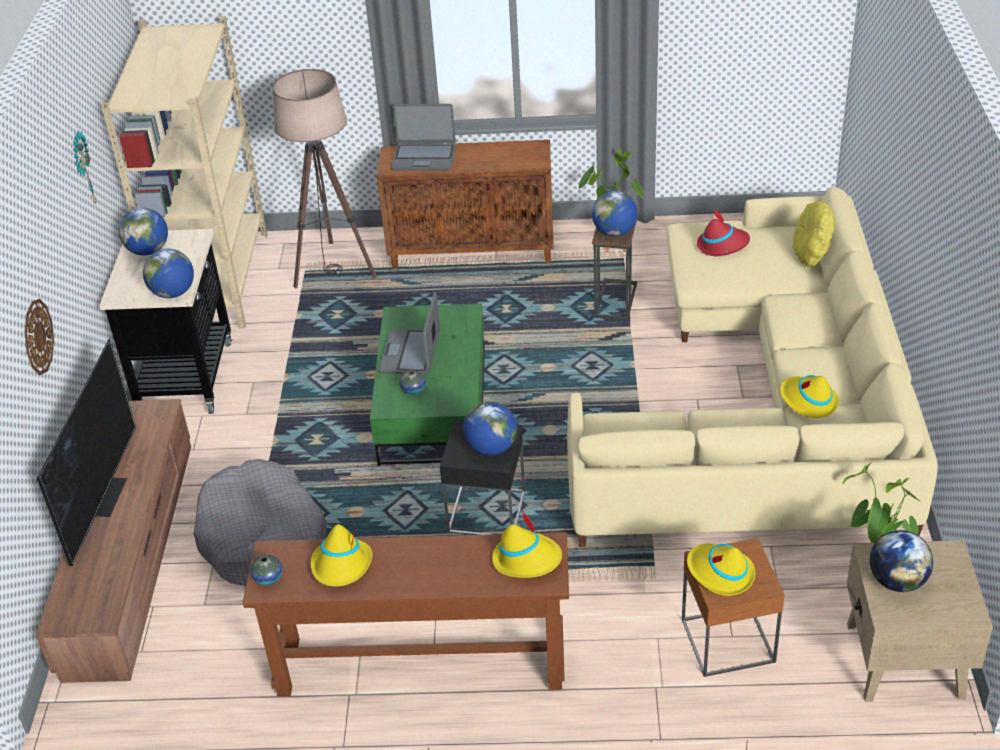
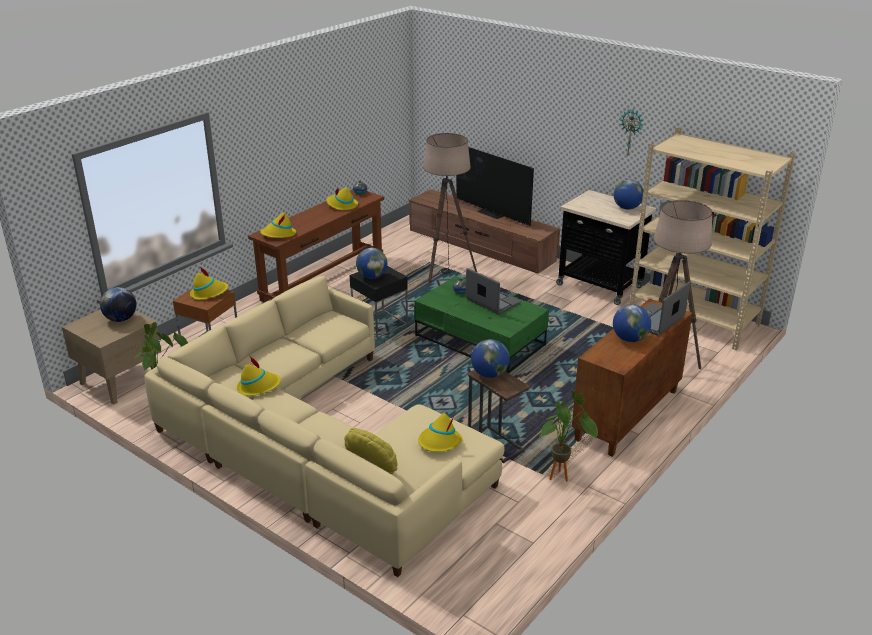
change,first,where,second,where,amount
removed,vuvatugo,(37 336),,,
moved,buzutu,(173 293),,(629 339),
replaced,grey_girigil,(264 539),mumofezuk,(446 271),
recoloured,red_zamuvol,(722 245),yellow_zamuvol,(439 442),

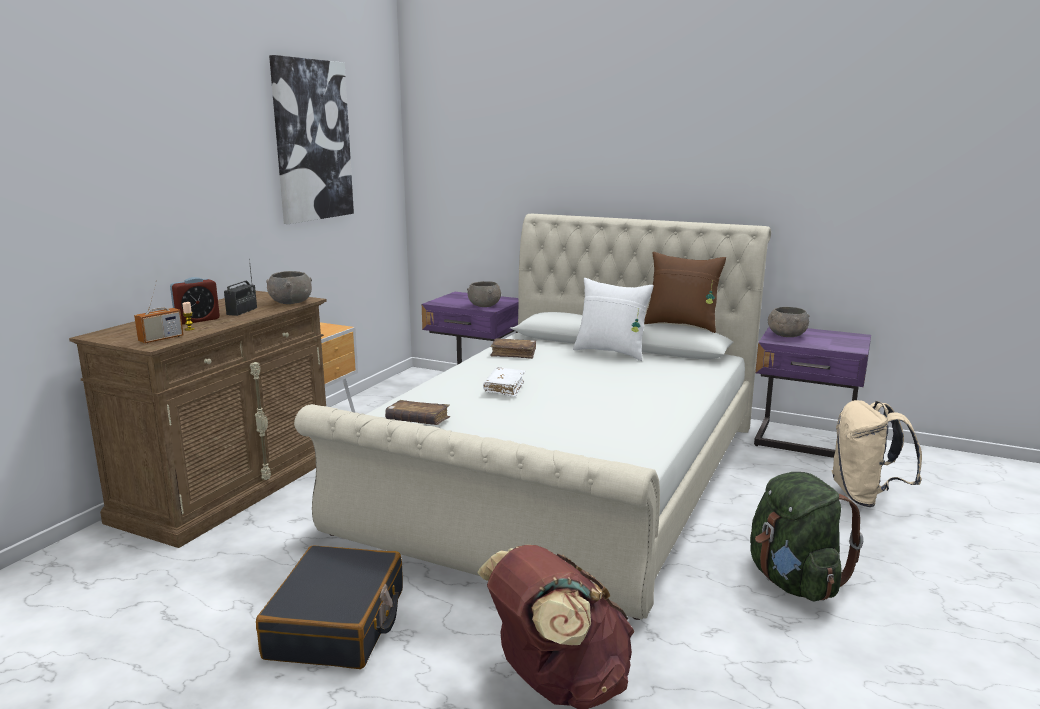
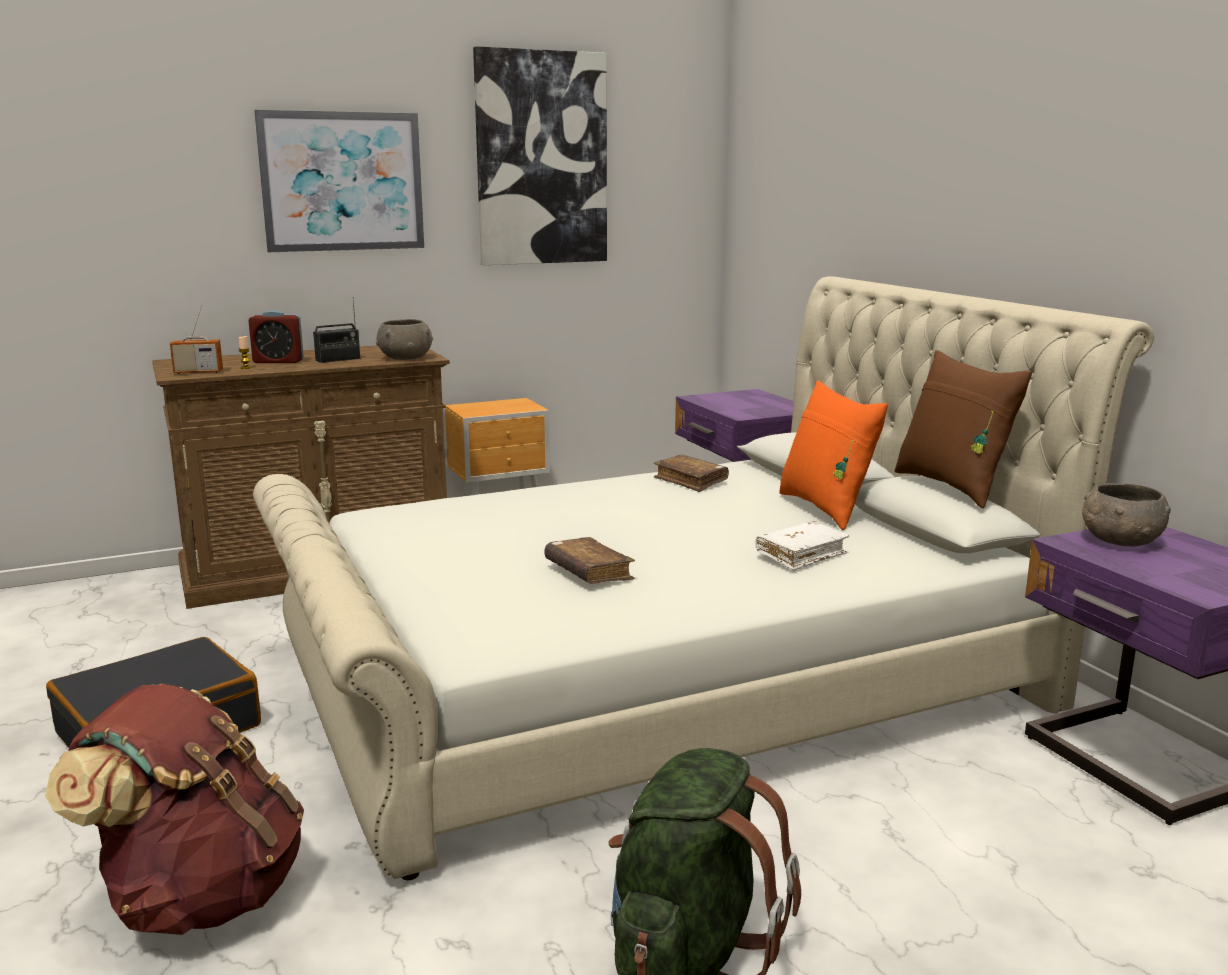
change,first,where,second,where,amount
moved,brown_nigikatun,(417 421),,(588 572),
removed,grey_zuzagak,(484 305),,,
moved,white_nigikatun,(504 388),,(801 555),
recoloured,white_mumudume,(610 353),orange_mumudume,(826 509),
removed,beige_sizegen,(865 497),,,
added,,,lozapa,(342 182),

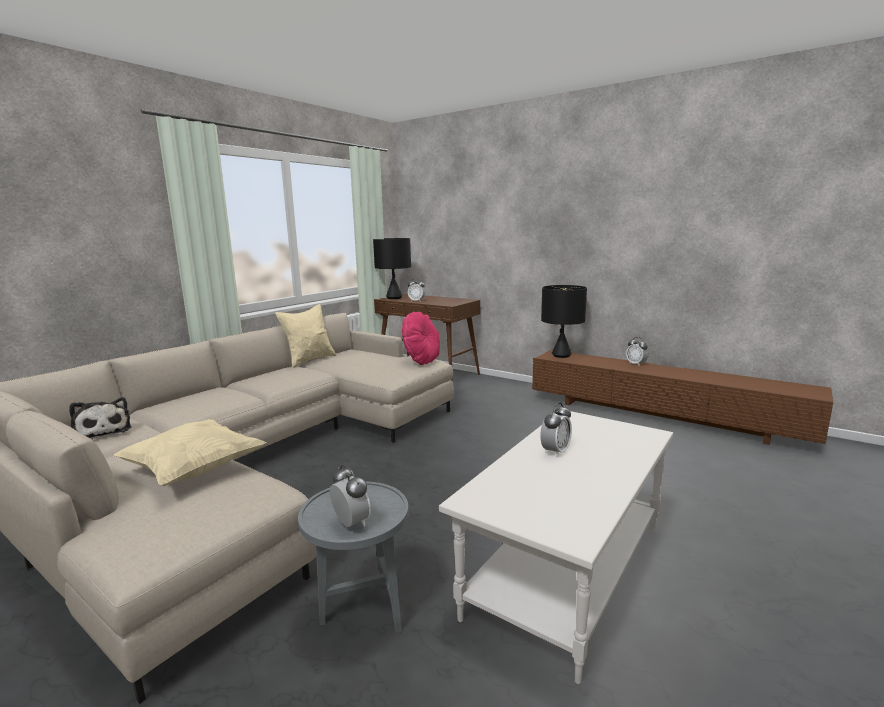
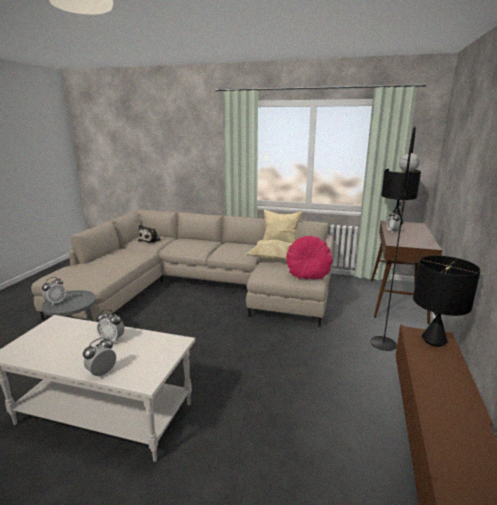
change,first,where,second,where,amount
moved,beige_mumudume,(194 470),,(271 258),
moved,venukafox,(636 364),,(102 373),
added,,,black_mumofezuk,(383 343),

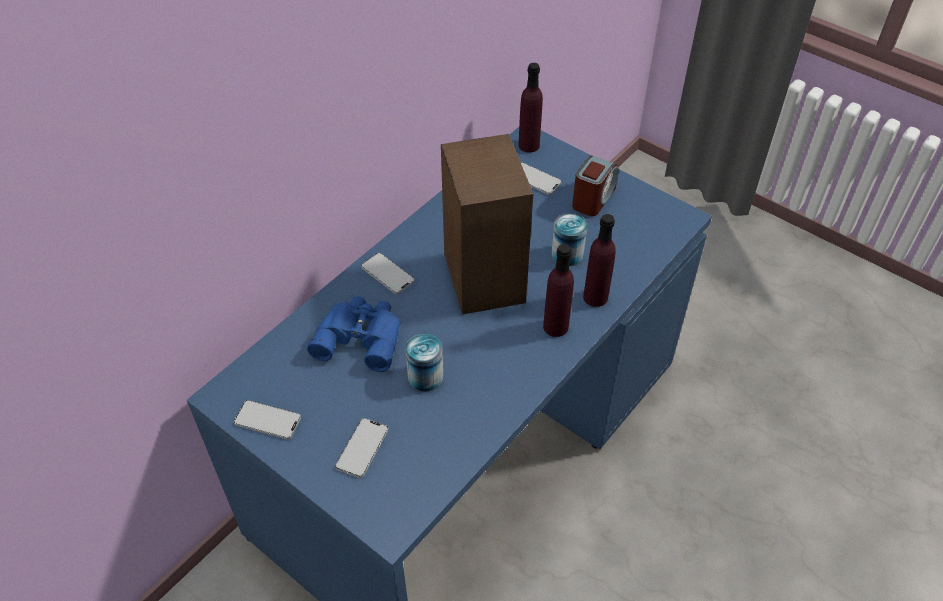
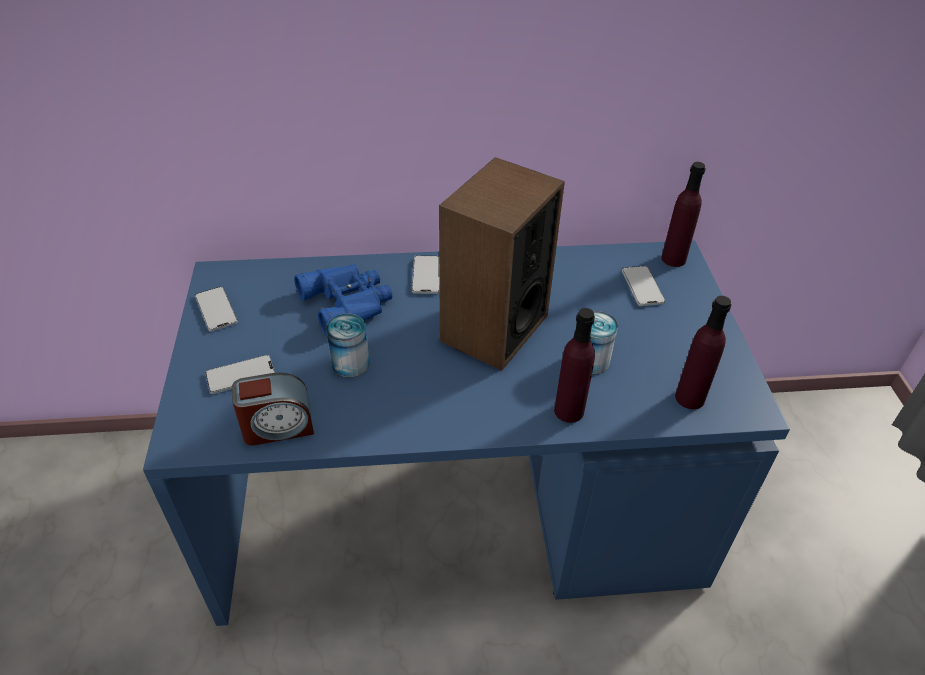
change,first,where,second,where,amount
moved,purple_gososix,(555 326),,(690 398),
moved,venukafox,(593 198),,(278 427),

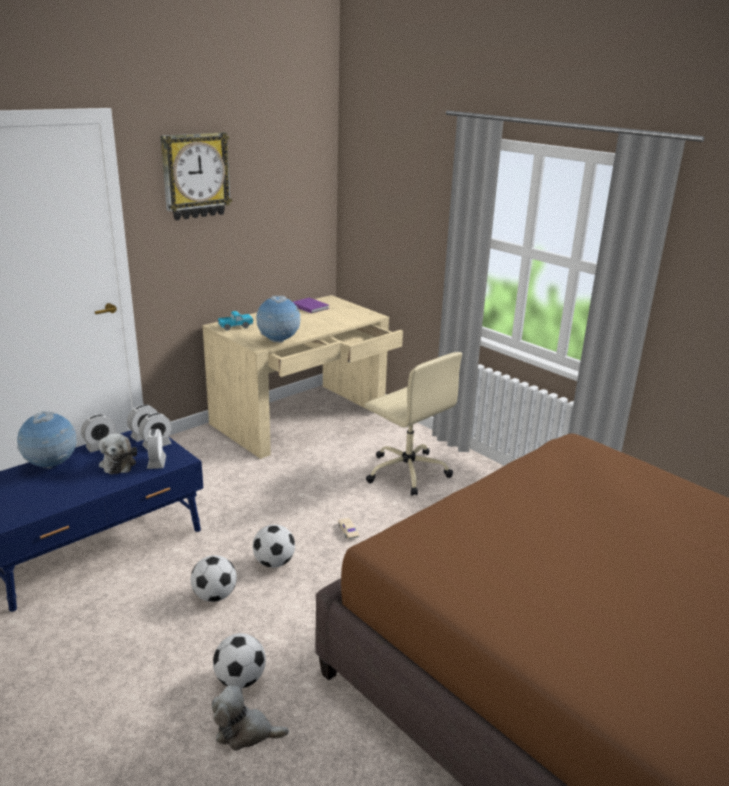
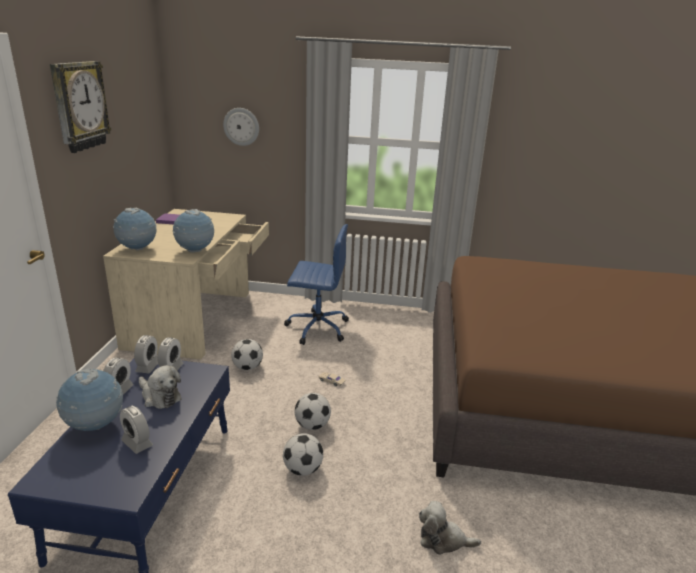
change,first,where,second,where,amount
moved,venukafox,(156 462),,(137 443),
turned,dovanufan,(245 732),,(443 540),45 degrees clockwise
moved,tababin,(240 680),,(247 367),
replaced,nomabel,(236 327),buzutu,(138 249),
recoloured,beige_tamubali,(406 471),blue_tamubali,(316 328),
added,,,vuvatugo,(241 126),

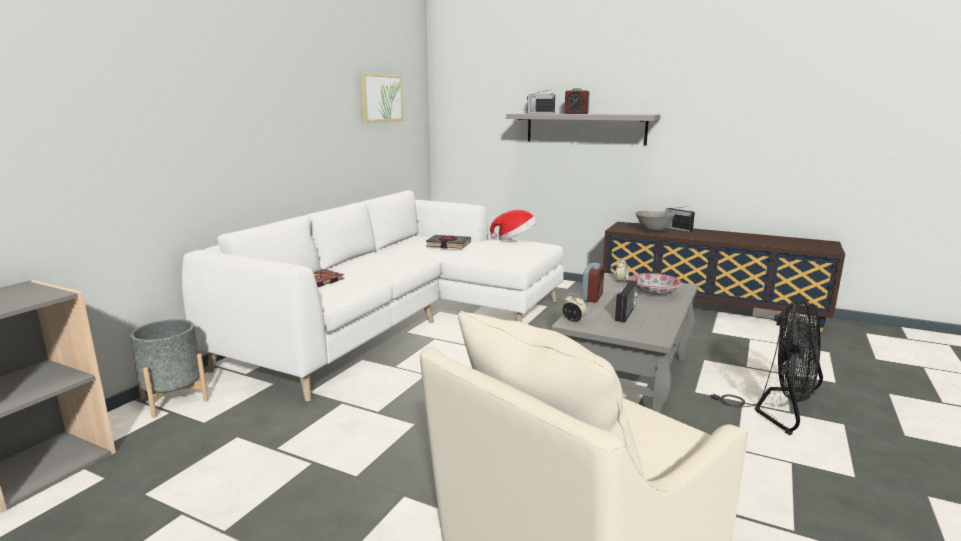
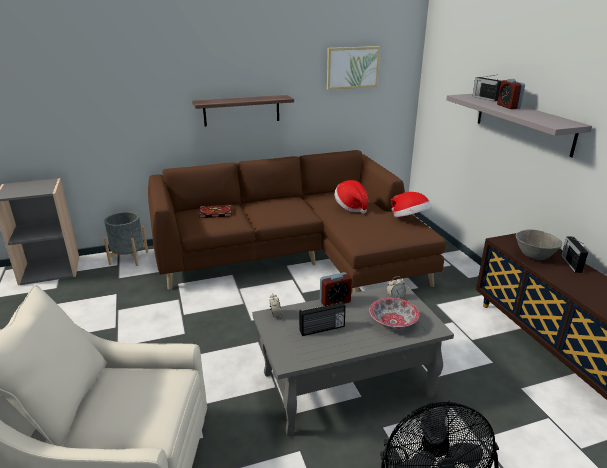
change,first,where,second,where,amount
recoloured,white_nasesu,(400 321),brown_nasesu,(297 255),
replaced,black_nigikatun,(448 245),zamuvol,(351 207),
added,,,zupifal,(241 110),

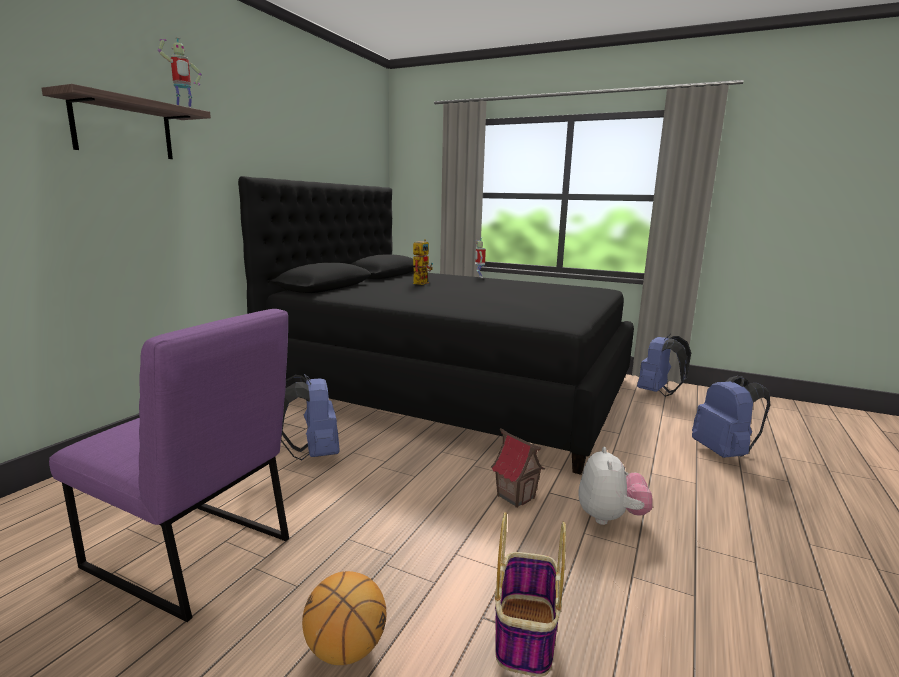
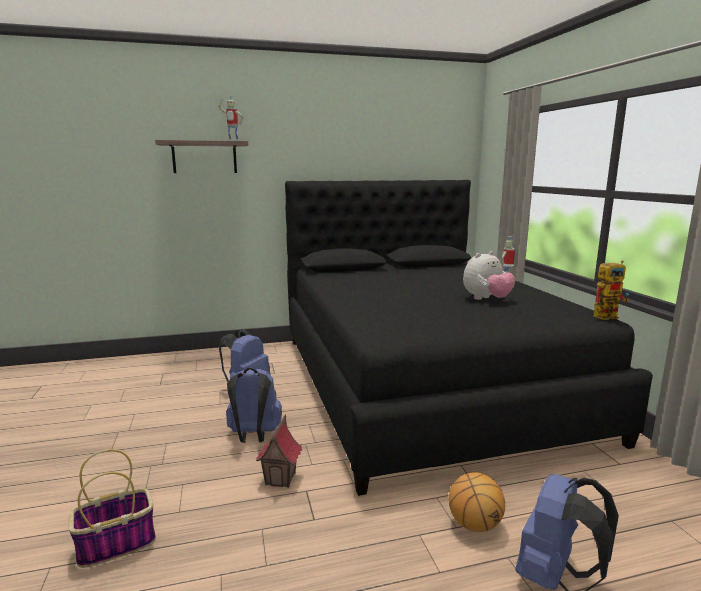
change,first,where,second,where,amount
removed,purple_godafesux,(192 555),,,
moved,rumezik,(346 650),,(474 525),
moved,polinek,(421 282),,(608 316),
moved,dovanufan,(610 517),,(486 299),
moved,blue_sizegen,(657 392),,(254 436),

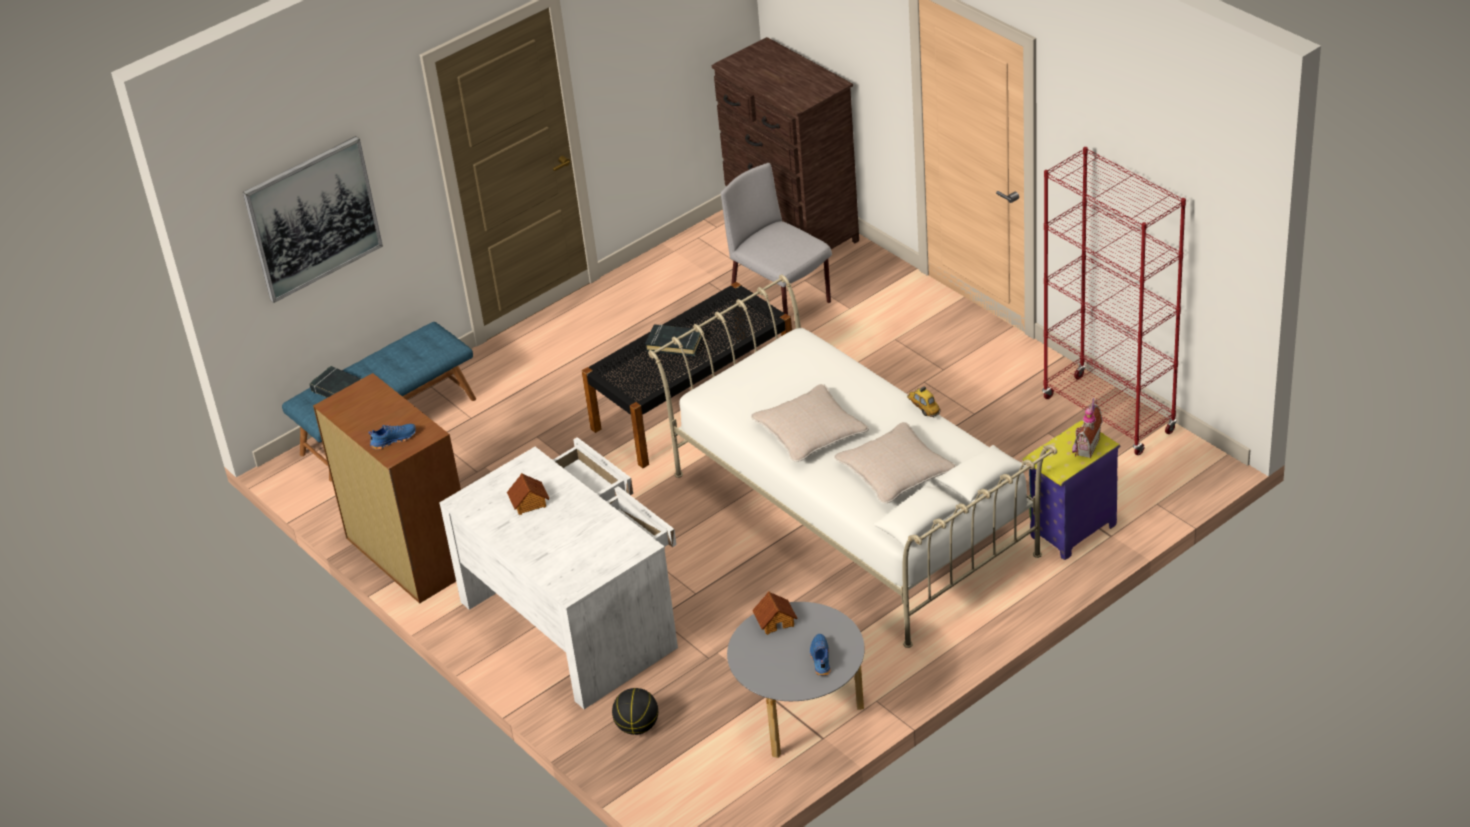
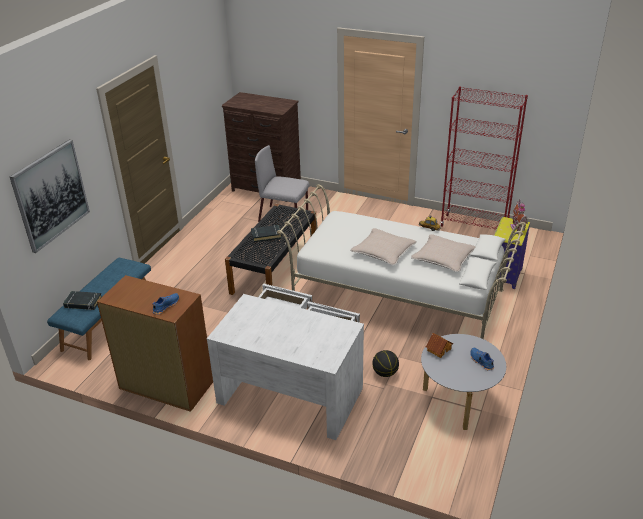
change,first,where,second,where,amount
removed,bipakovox,(529 503),,,
moved,rumezik,(637 727),,(385 373),

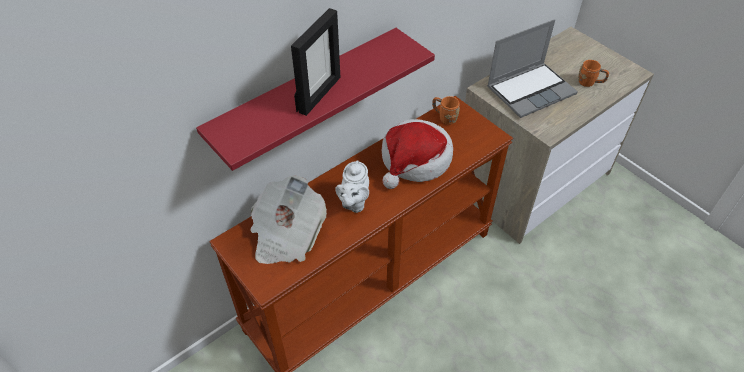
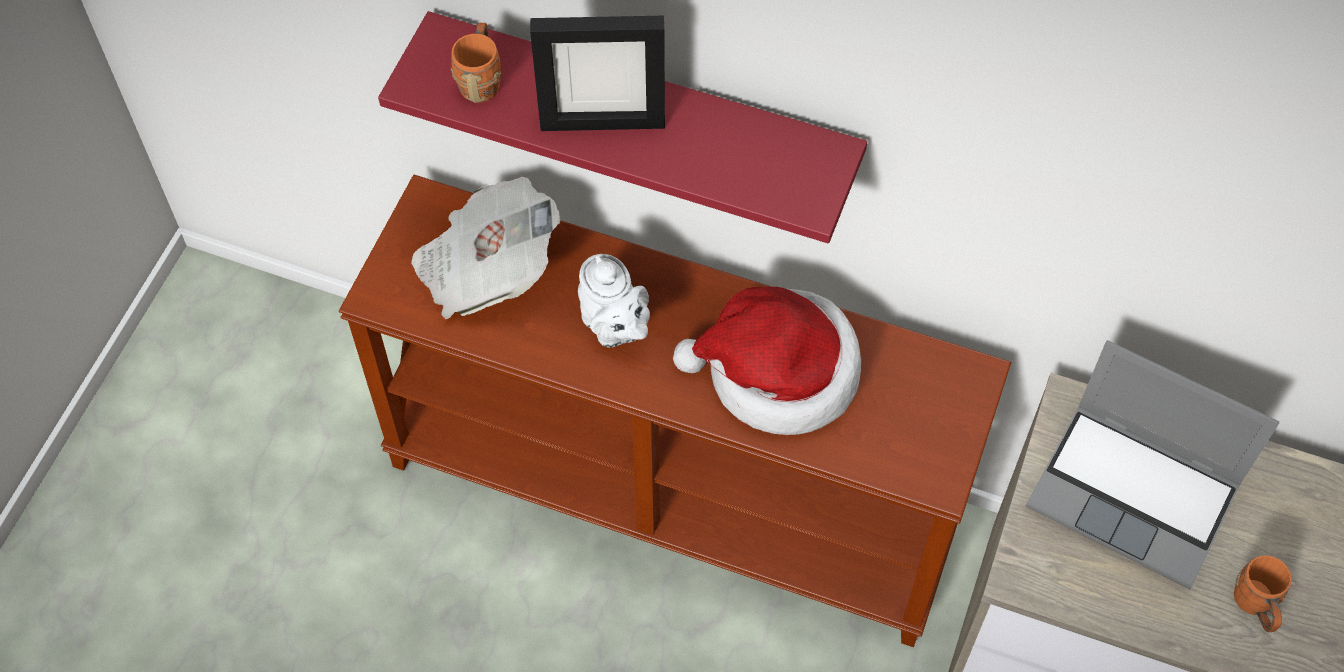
change,first,where,second,where,amount
turned,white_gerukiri,(354 202),,(614 328),105 degrees counterclockwise
moved,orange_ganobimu,(444 117),,(481 79),

